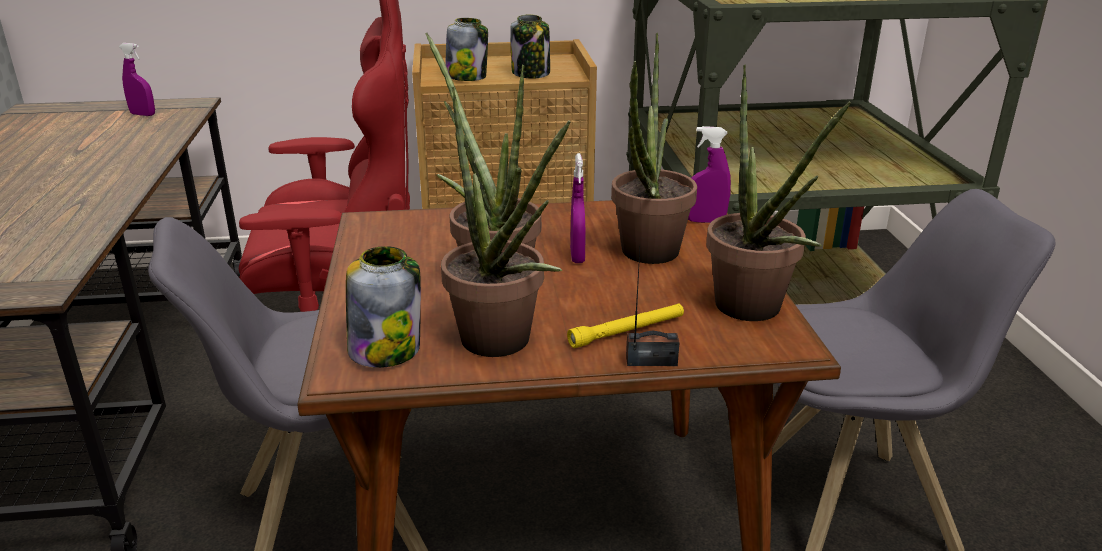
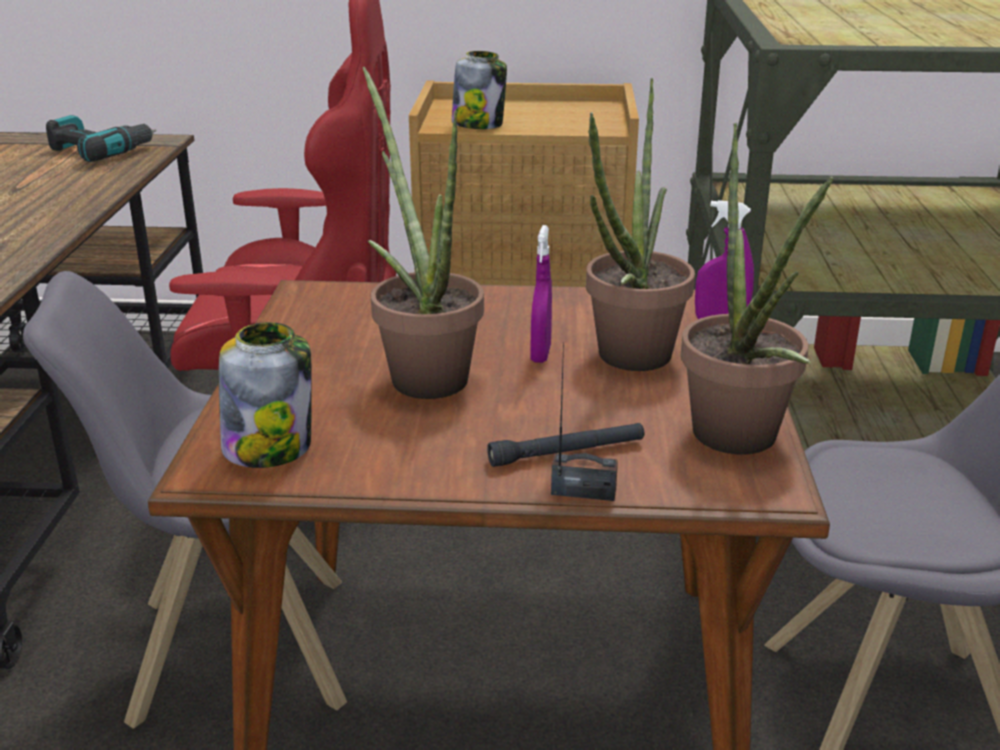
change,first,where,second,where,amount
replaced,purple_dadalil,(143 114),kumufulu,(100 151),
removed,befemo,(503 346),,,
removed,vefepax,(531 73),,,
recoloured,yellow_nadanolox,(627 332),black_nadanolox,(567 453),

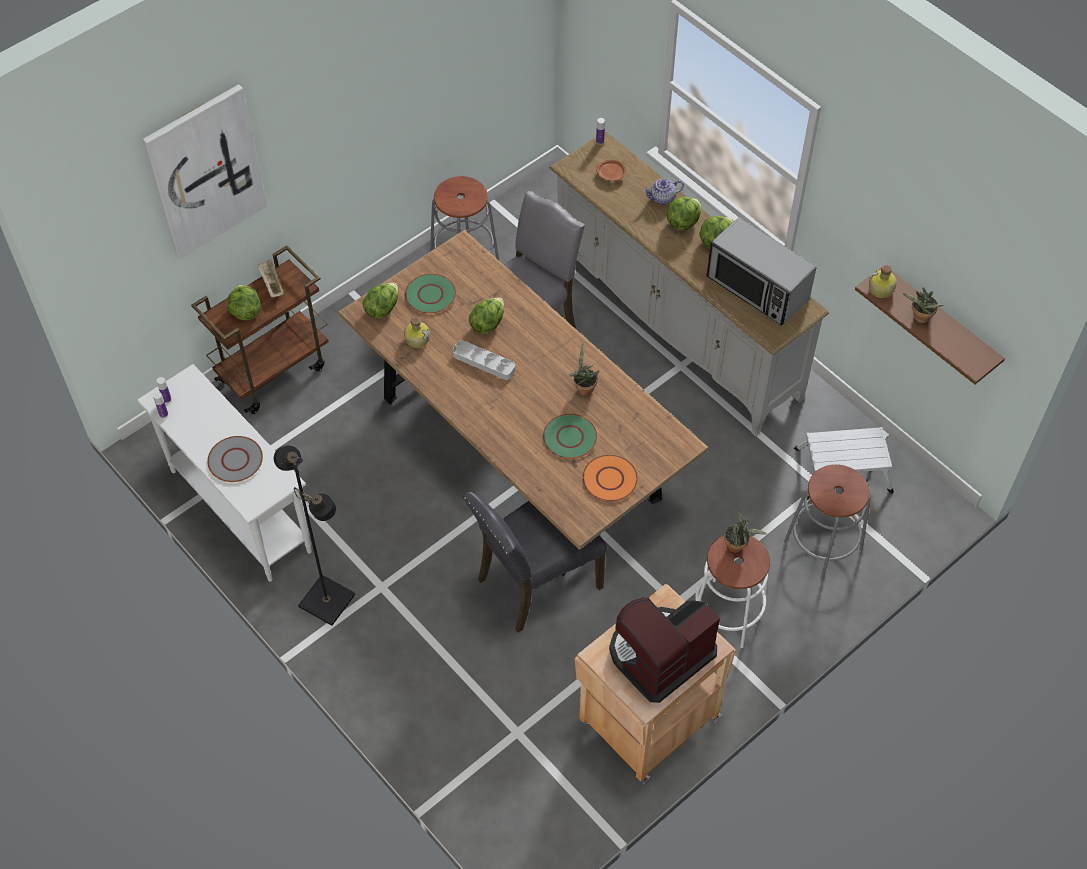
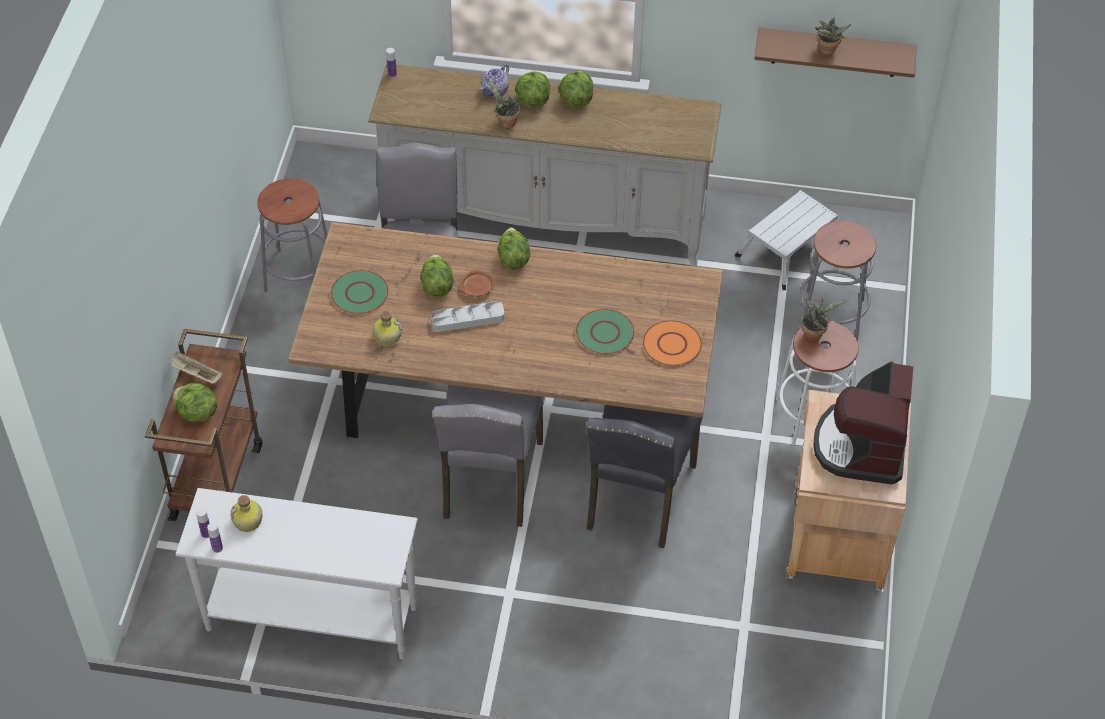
change,first,where,second,where,amount
removed,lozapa,(205 171),,,
removed,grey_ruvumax,(236 460),,,
removed,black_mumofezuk,(327 601),,,
moved,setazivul,(382 308),,(513 259),
moved,befemo,(583 388),,(505 122),
moved,brown_ruvumax,(611 174),,(477 287),
removed,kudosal,(757 289),,,
moved,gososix,(881 290),,(248 522),
added,,,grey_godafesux,(489 481),

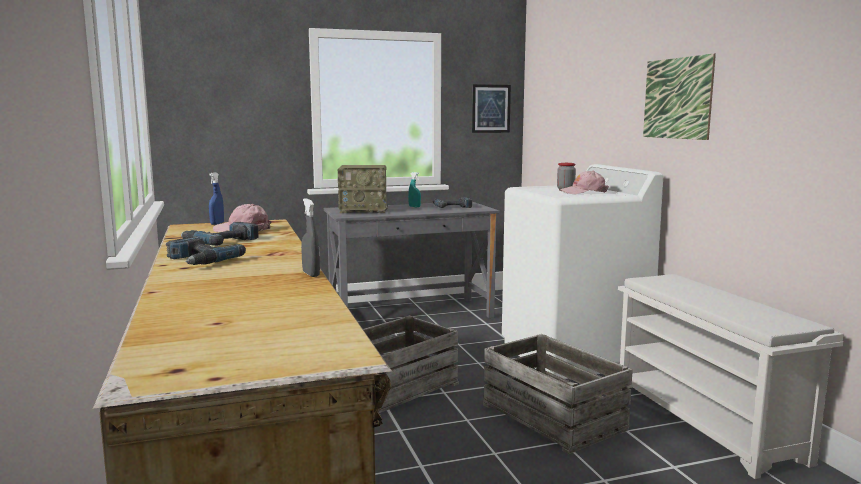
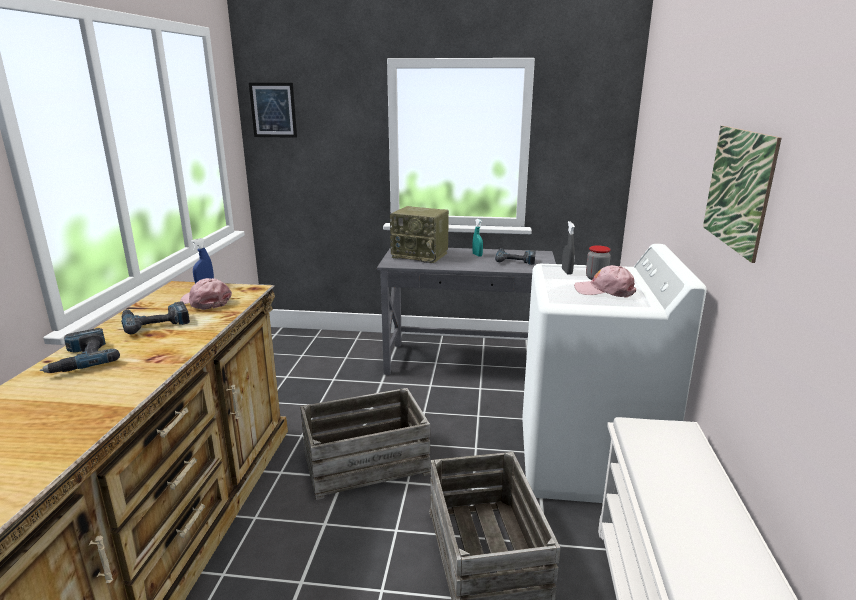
change,first,where,second,where,amount
moved,grey_dadalil,(311 274),,(567 272),
moved,lozapa,(491 108),,(273 110),

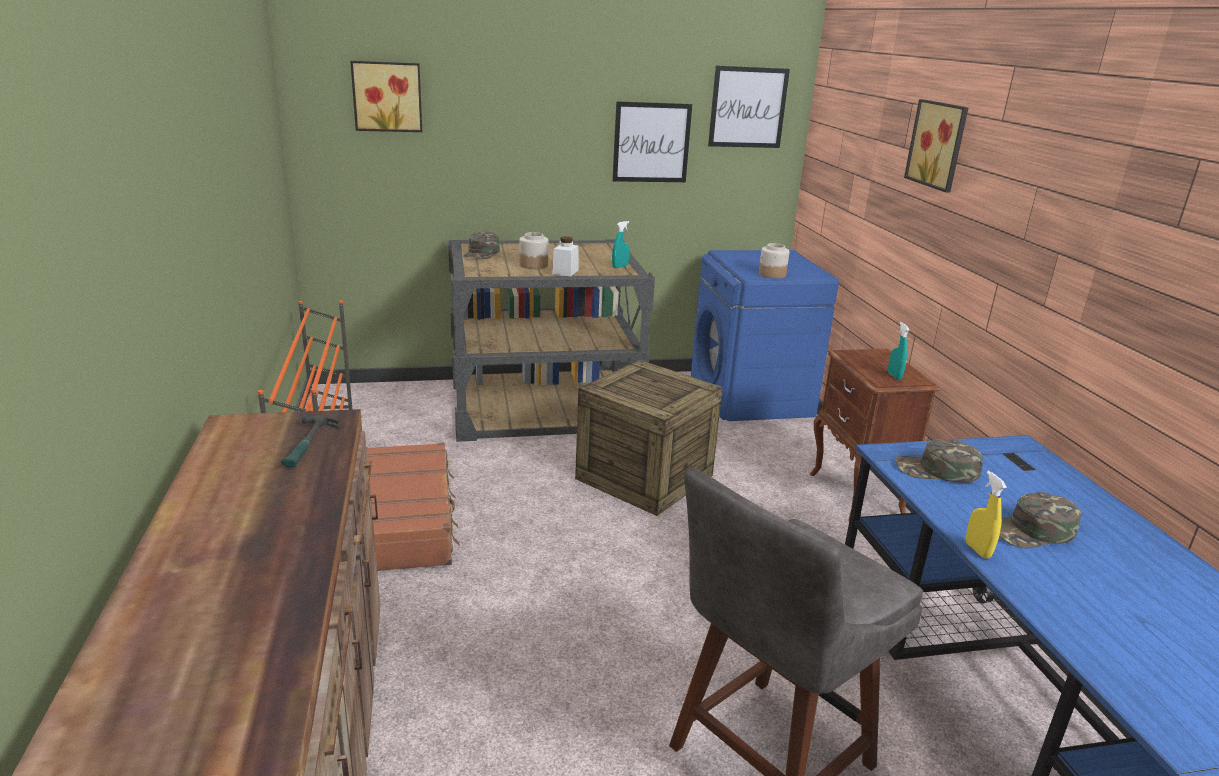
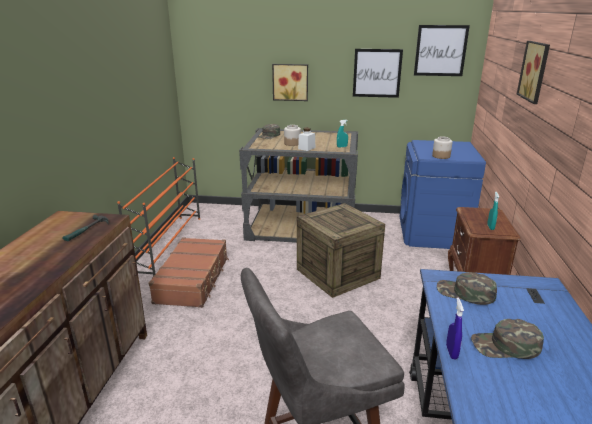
change,first,where,second,where,amount
moved,lozapa,(387 96),,(290 82),
recoloured,yellow_dadalil,(977 550),blue_dadalil,(451 352),

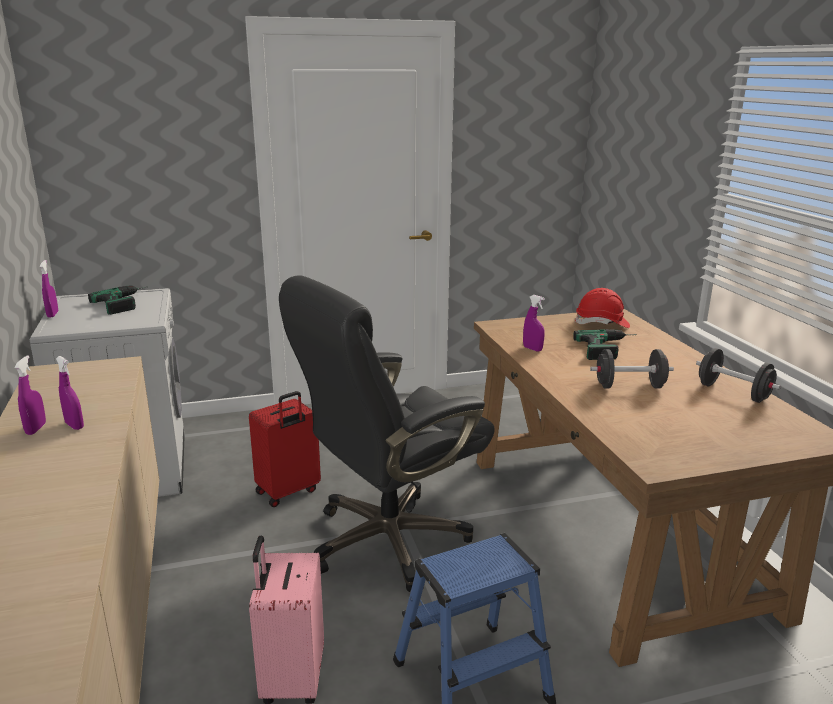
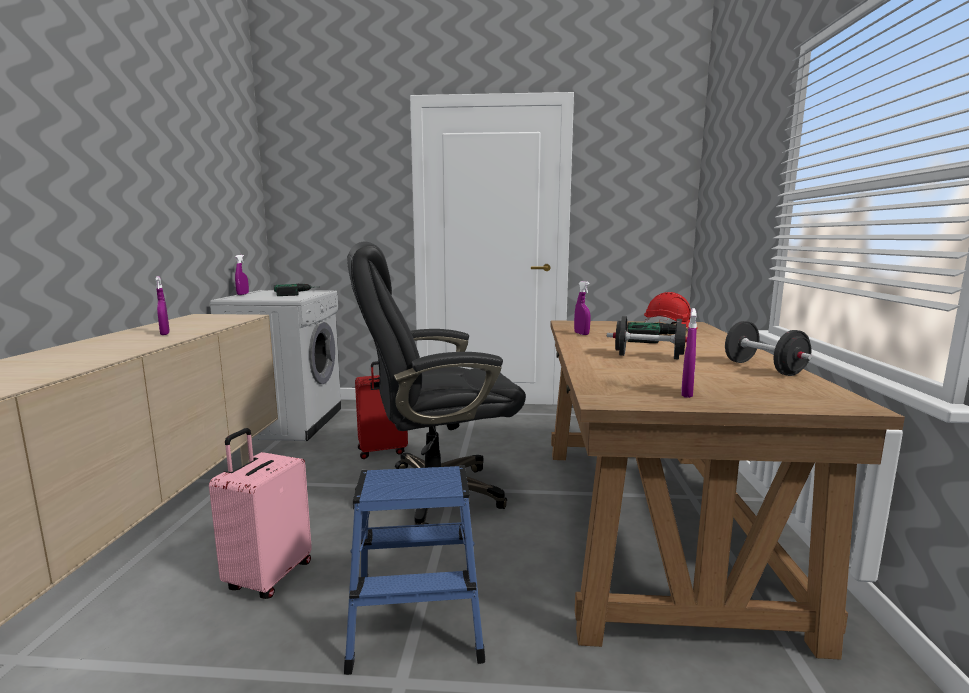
change,first,where,second,where,amount
moved,purple_dadalil,(36 429),,(686 393),

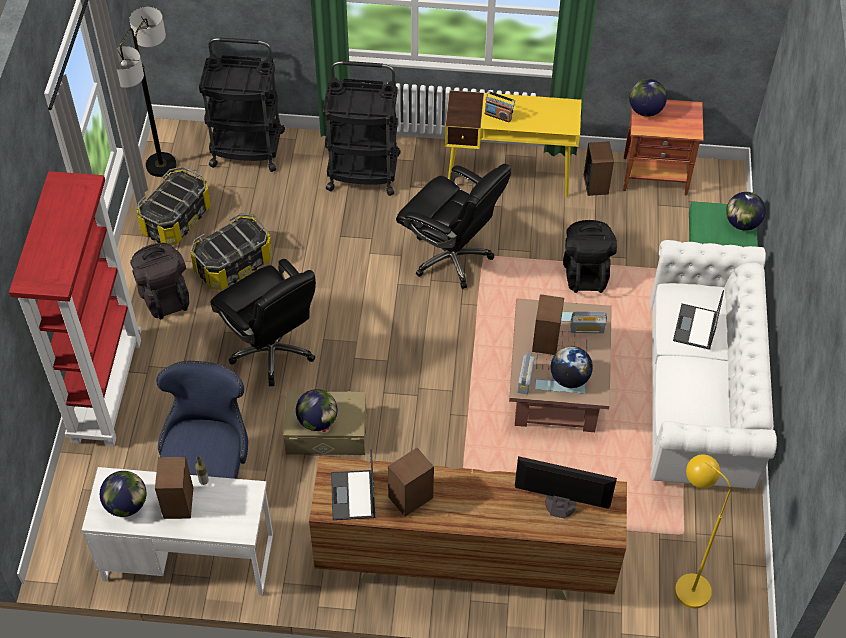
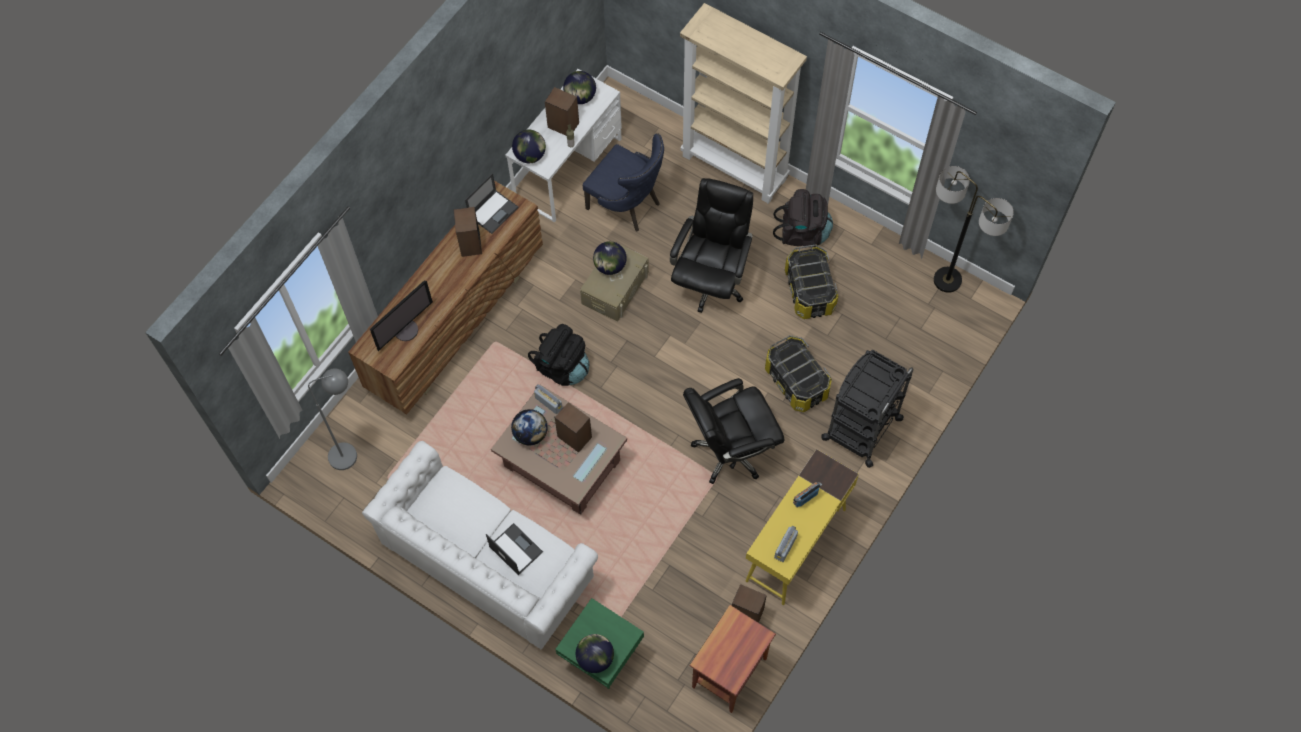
change,first,where,second,where,amount
recoloured,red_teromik,(106 389),beige_teromik,(735 167),
moved,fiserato,(177 219),,(796 381),
removed,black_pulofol,(246 149),,,
turned,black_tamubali,(271 349),,(711 283),120 degrees clockwise
turned,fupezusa,(353 496),,(493 211),105 degrees clockwise
moved,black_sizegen,(585 272),,(562 367),
moved,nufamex,(587 329),,(785 547),
moved,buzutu,(645 110),,(530 155),
recoloured,yellow_mumofezuk,(683 584),grey_mumofezuk,(351 454),

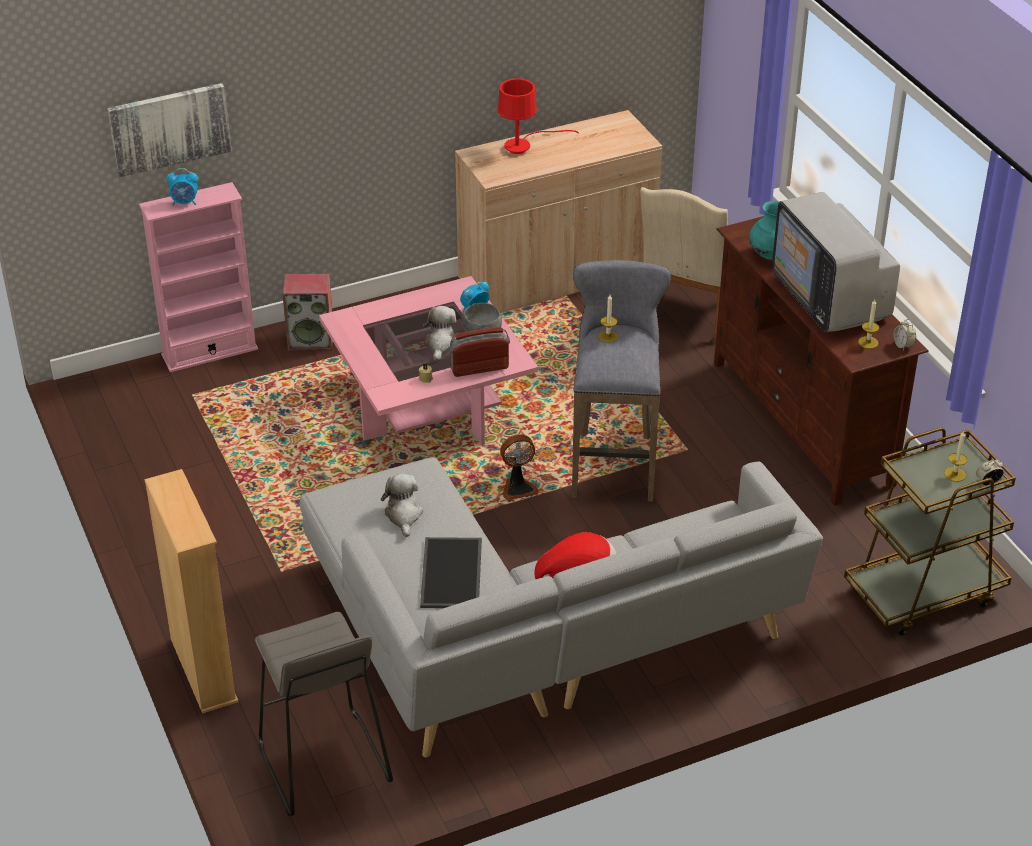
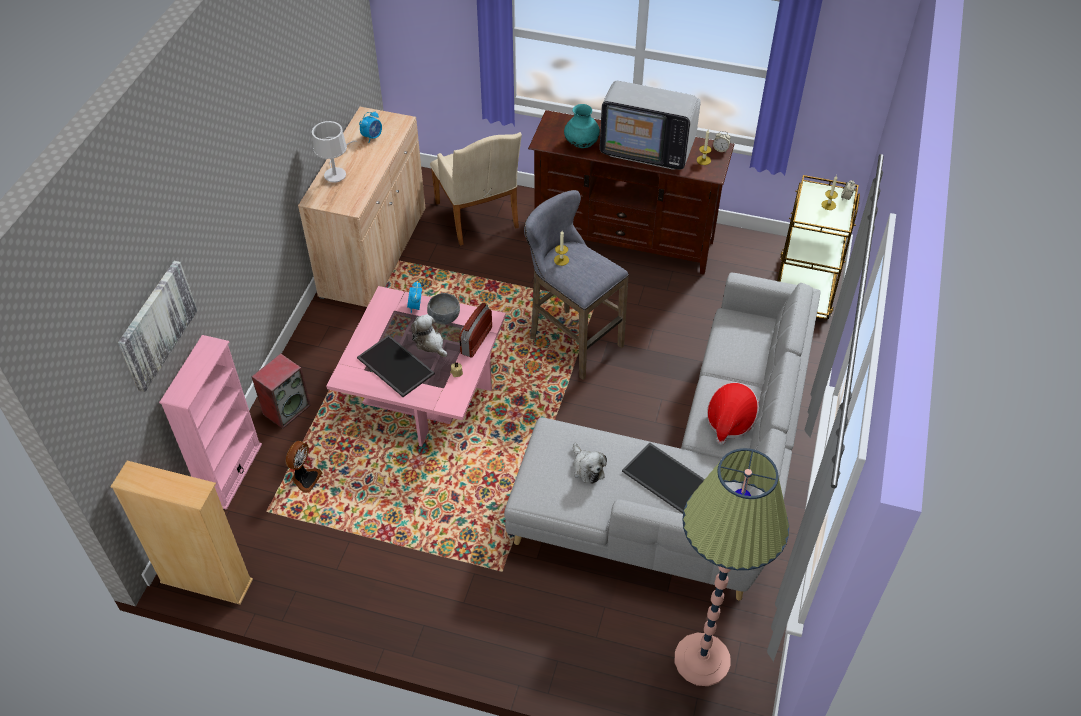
change,first,where,second,where,amount
moved,beige_teromik,(203 670),,(206 581),
moved,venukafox,(185 202),,(372 137),
replaced,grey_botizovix,(323 764),mumofezuk,(702 659),
turned,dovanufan,(403 515),,(587 468),150 degrees counterclockwise
recoloured,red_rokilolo,(523 146),white_rokilolo,(336 173),
moved,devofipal,(518 488),,(305 479),
added,,,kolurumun,(394 366),

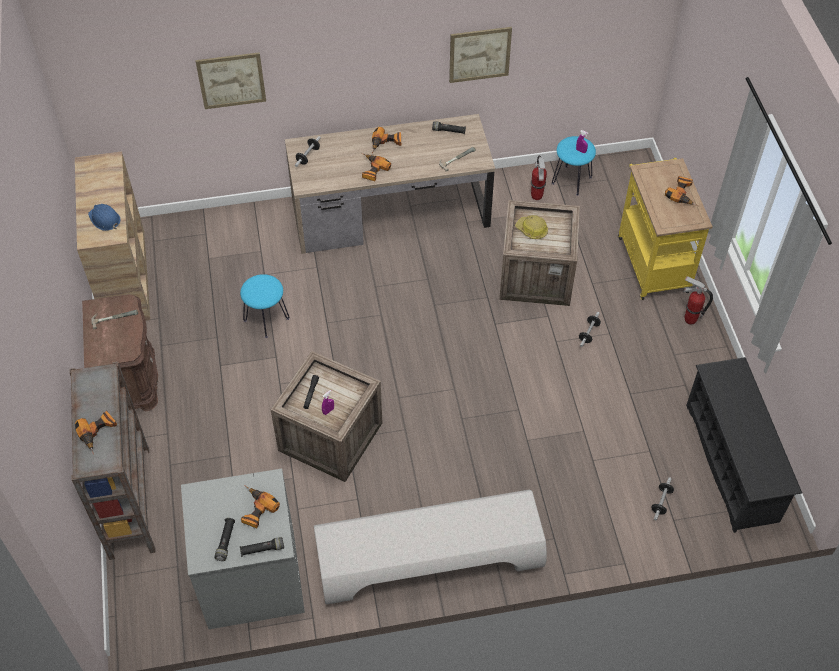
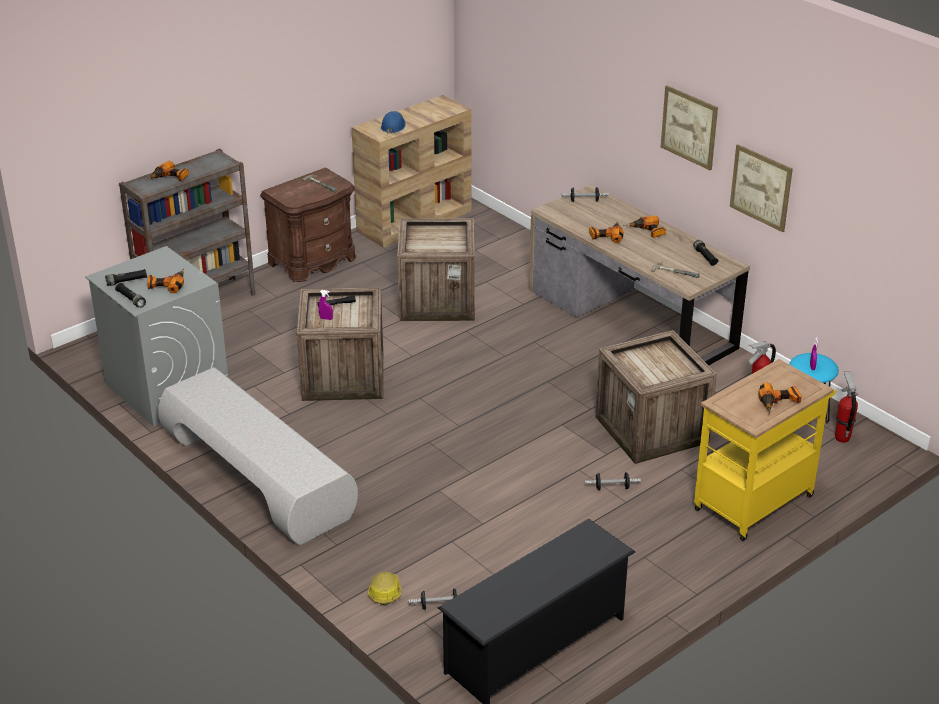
change,first,where,second,where,amount
moved,lozapa,(231 80),,(689 127),
replaced,turquoise_botizovix,(266 319),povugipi,(438 300),
moved,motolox,(532 230),,(385 592),
moved,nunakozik,(689 319),,(842 438),

